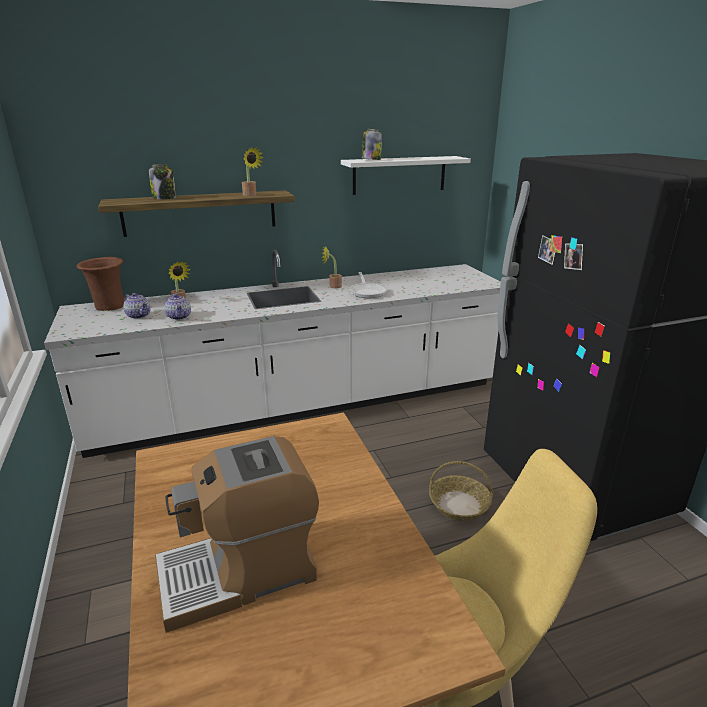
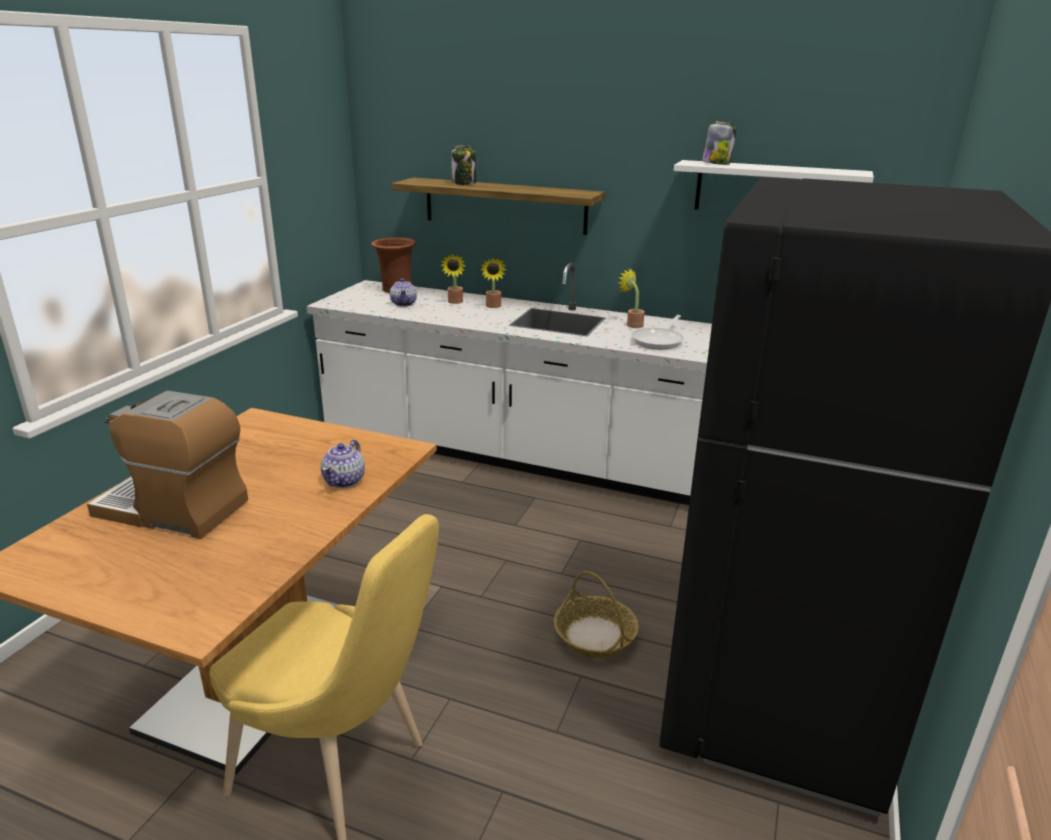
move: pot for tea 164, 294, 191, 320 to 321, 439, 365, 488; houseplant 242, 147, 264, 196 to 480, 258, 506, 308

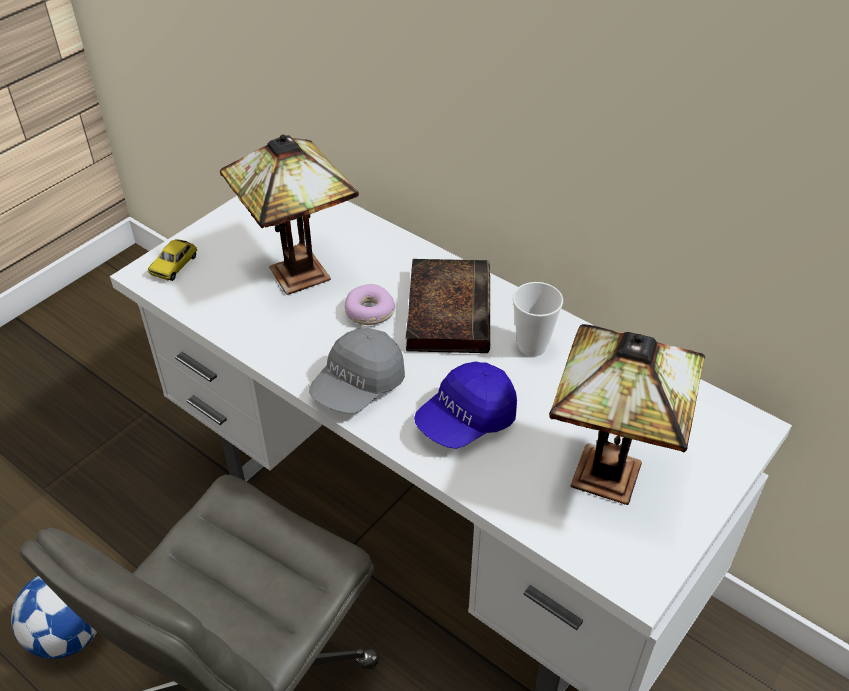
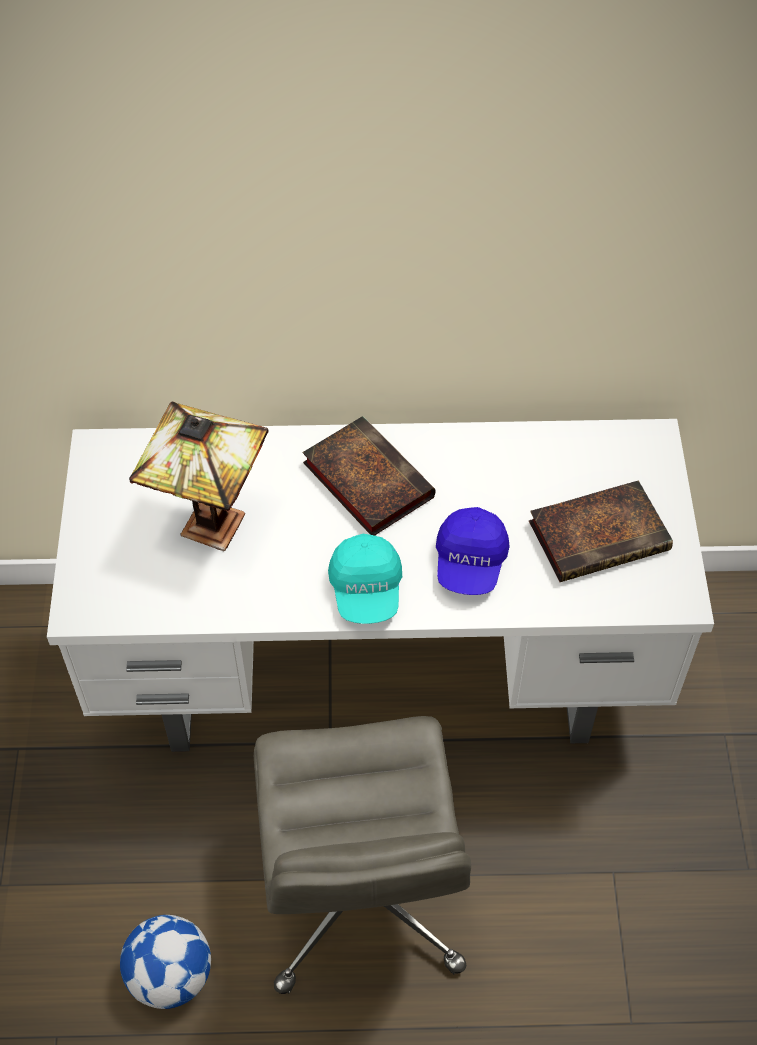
delete: toy car 148, 239, 197, 281; donut 345, 284, 395, 325; small cup 513, 282, 563, 356
replace: tabletop lamp 549, 324, 705, 505 to bound book 529, 480, 673, 582
recolor: grey baseball cap 309, 328, 405, 413 to blue-green baseball cap 328, 533, 402, 624

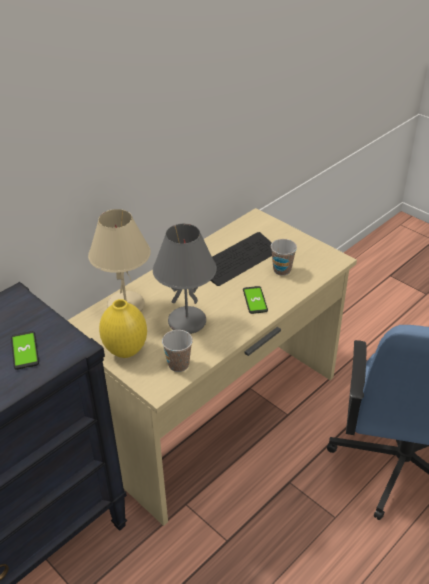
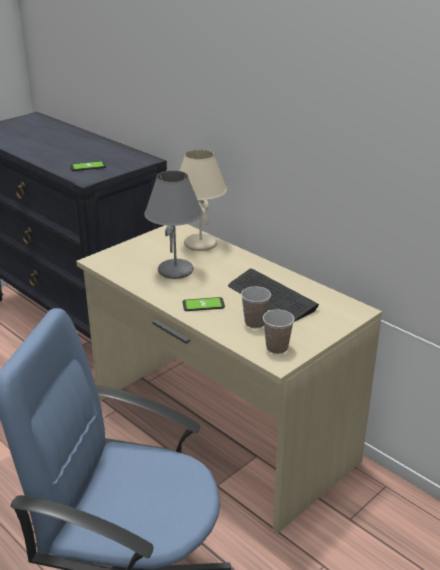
delete: yellow-coloured flower vase 99, 299, 147, 358
move: small cup 162, 330, 193, 372 to 263, 310, 294, 354

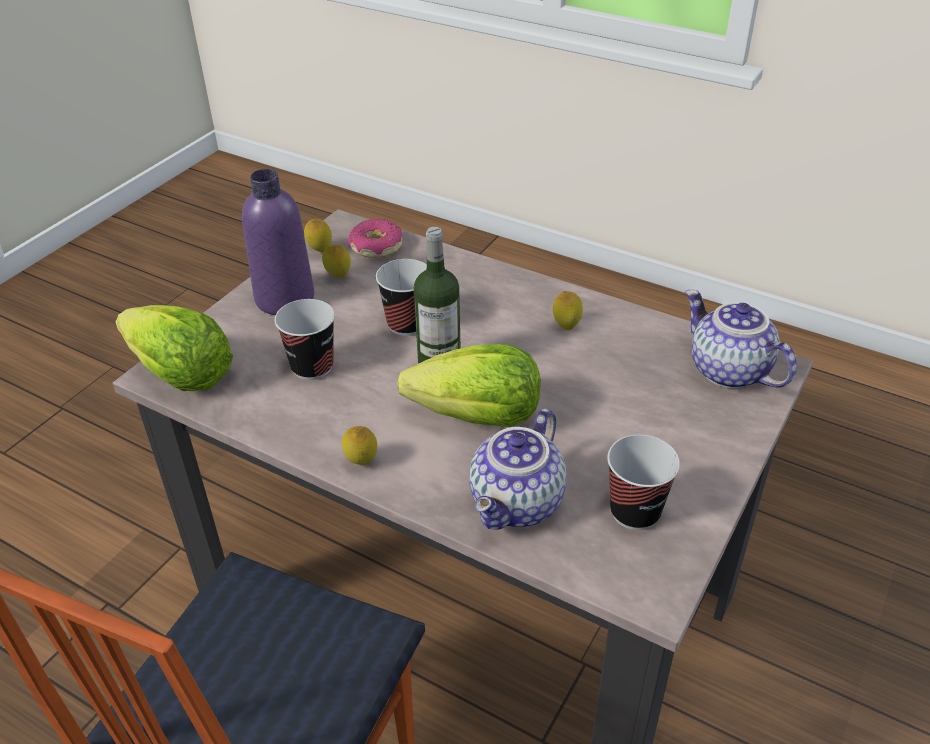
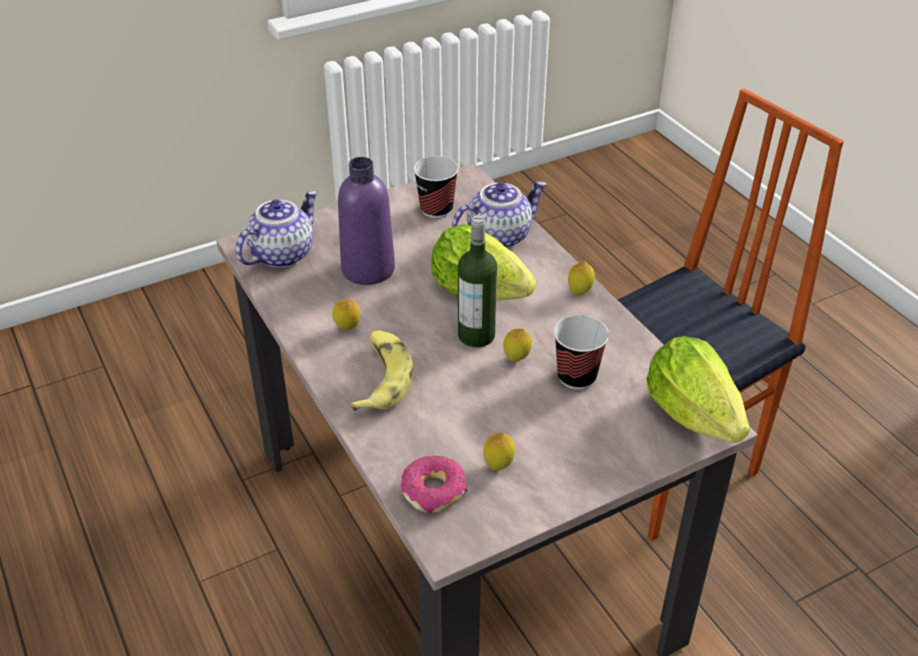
delete: small cup 376, 259, 427, 336
insert: whole banana 349, 330, 413, 411
move: purple beverage bottle 242, 169, 314, 315 to 338, 157, 395, 285; citrus fruit 304, 219, 332, 252 to 503, 328, 532, 362
rotate: pot for tea 685, 290, 797, 389 = 235, 191, 318, 268 135 degrees counterclockwise

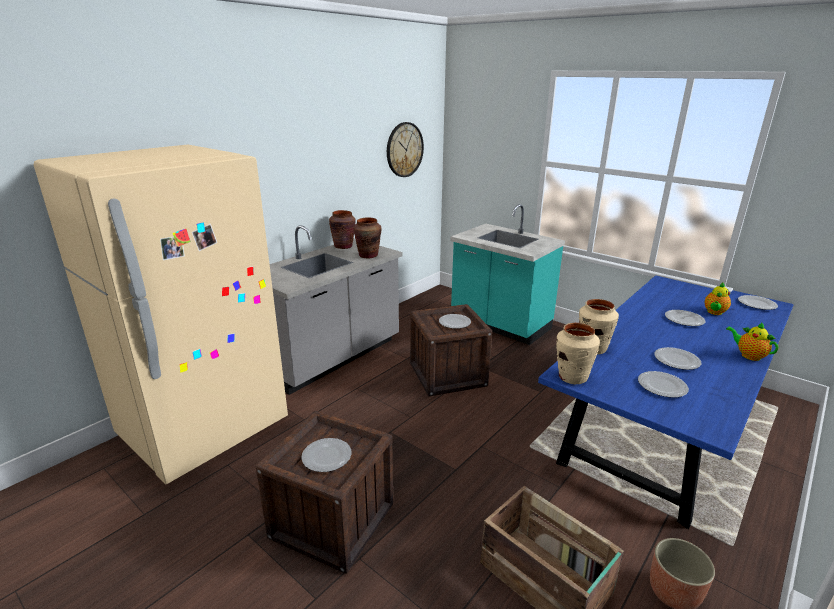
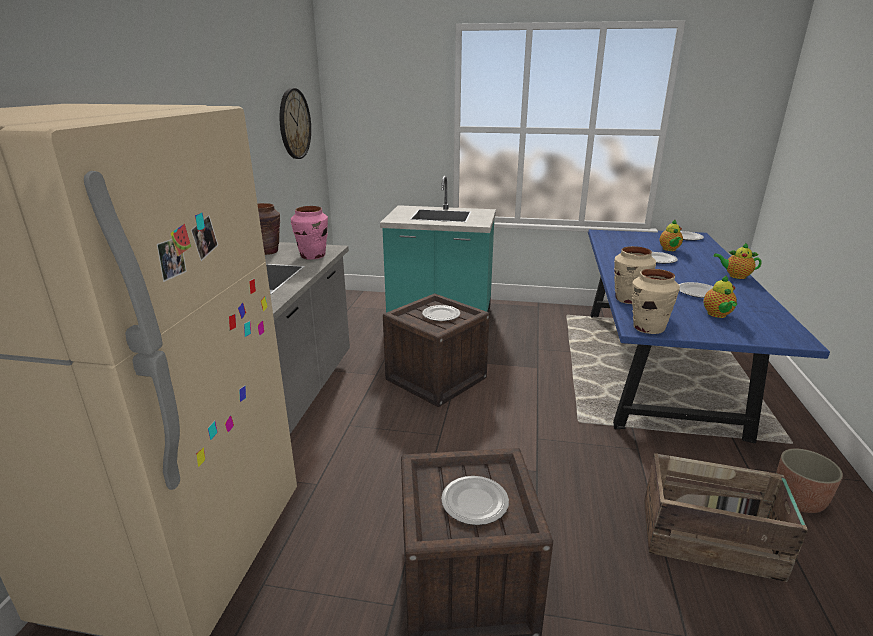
replace: plate 638, 371, 689, 398 to pot for tea 703, 275, 737, 318
recolor: brown-coloured flower vase 354, 217, 382, 258 to pink flower vase 291, 206, 328, 259

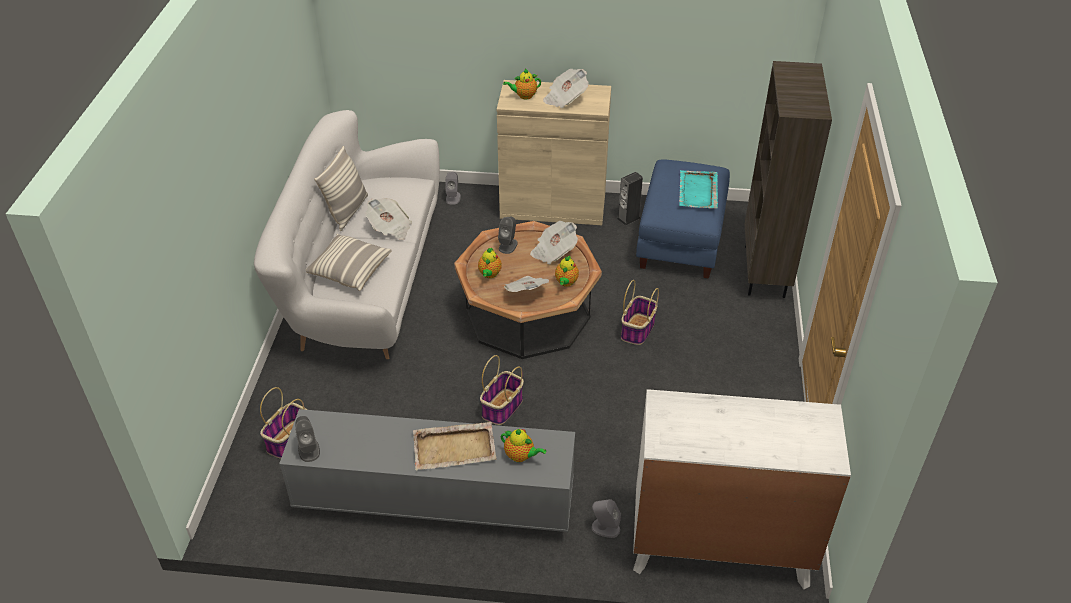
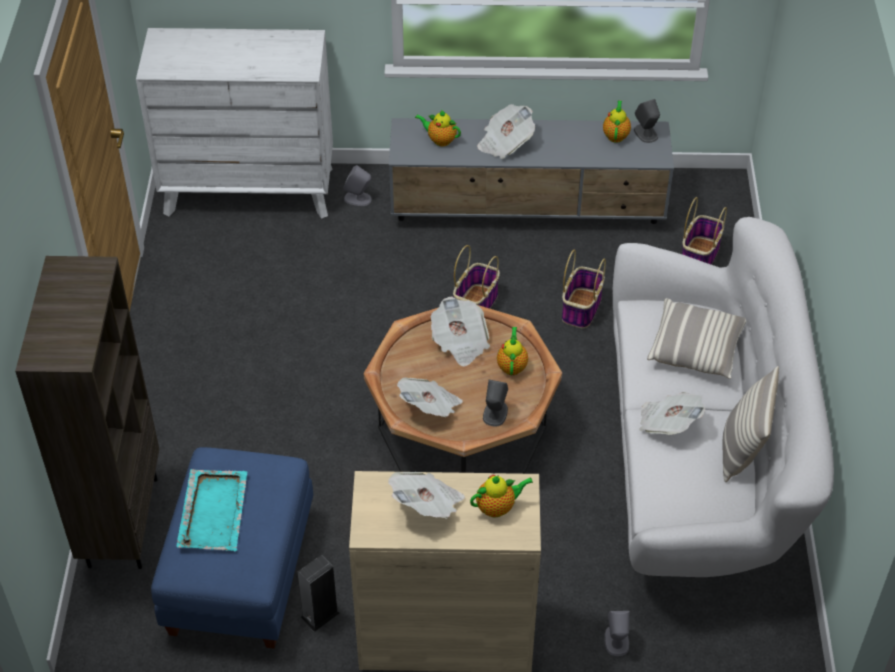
move: pot for tea 555, 255, 579, 287 to 603, 100, 631, 143; basket 621, 280, 659, 345 to 562, 250, 606, 329
replace: beige-coloured serving tray 413, 422, 497, 471 to daily paper 477, 104, 535, 159

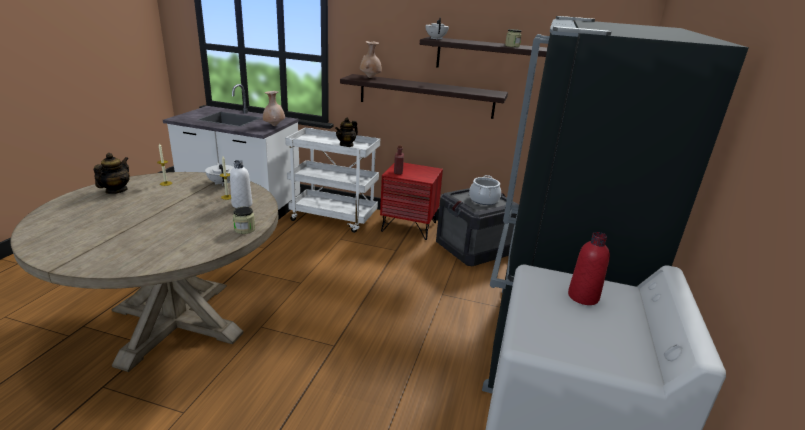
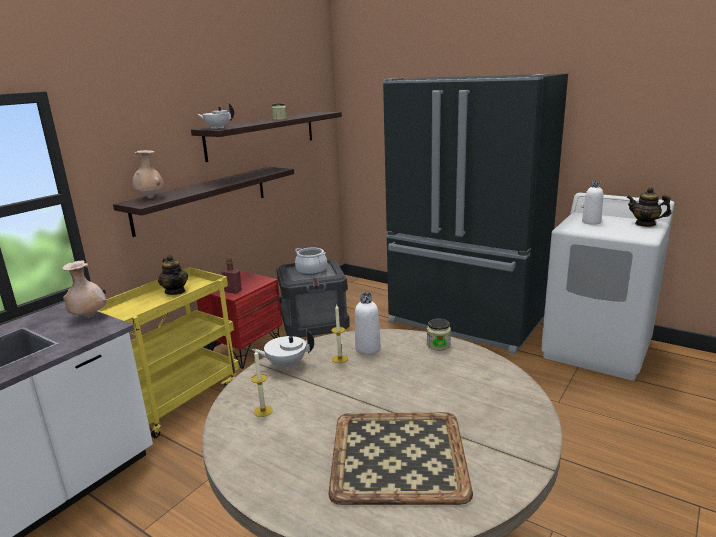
insert: serving tray 328, 412, 473, 505
move: pot for tea 94, 153, 130, 194 to 627, 187, 671, 227
recolor: white-coloured wheeled cart 285, 128, 380, 233 to yellow-coloured wheeled cart 97, 267, 239, 438; red-coloured beverage bottle 568, 232, 610, 305 to white-coloured beverage bottle 582, 181, 603, 225

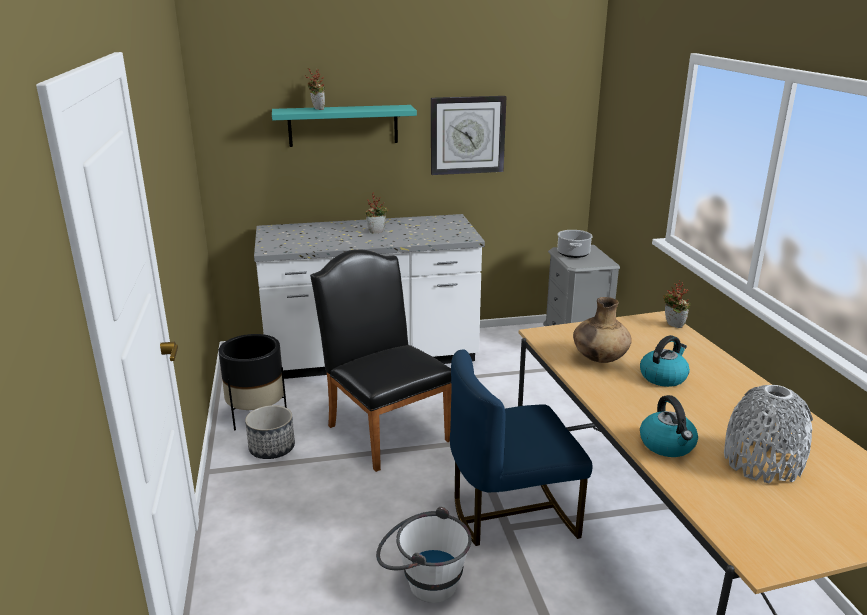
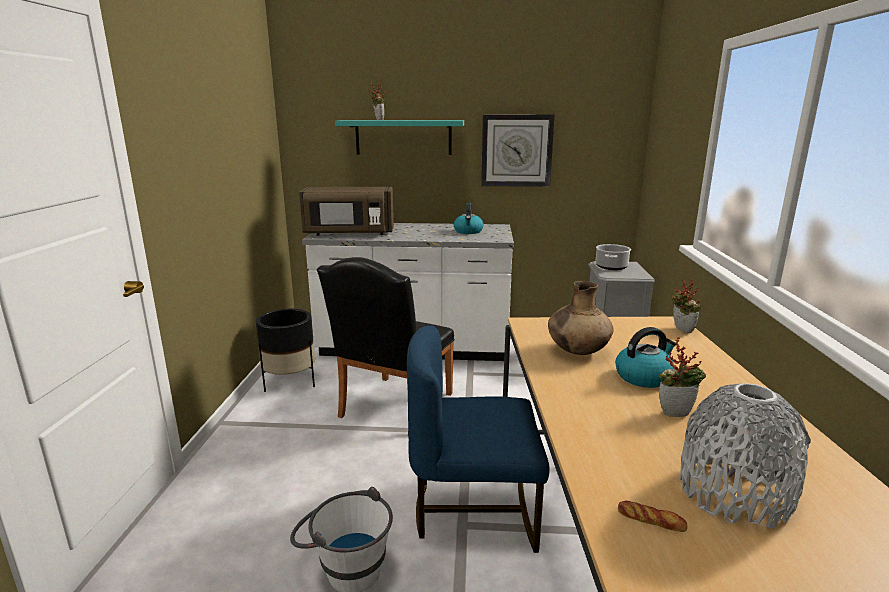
delete: planter 245, 405, 295, 459
insert: brown-coloured microwave oven 299, 187, 394, 236; bakery bread 618, 501, 688, 532
move: houseplant 365, 192, 388, 234 to 659, 337, 706, 417; water kettle 640, 395, 698, 457 to 454, 203, 484, 234
rotate: blackish plain chair 310, 249, 451, 472 = 317, 257, 455, 418 135 degrees counterclockwise

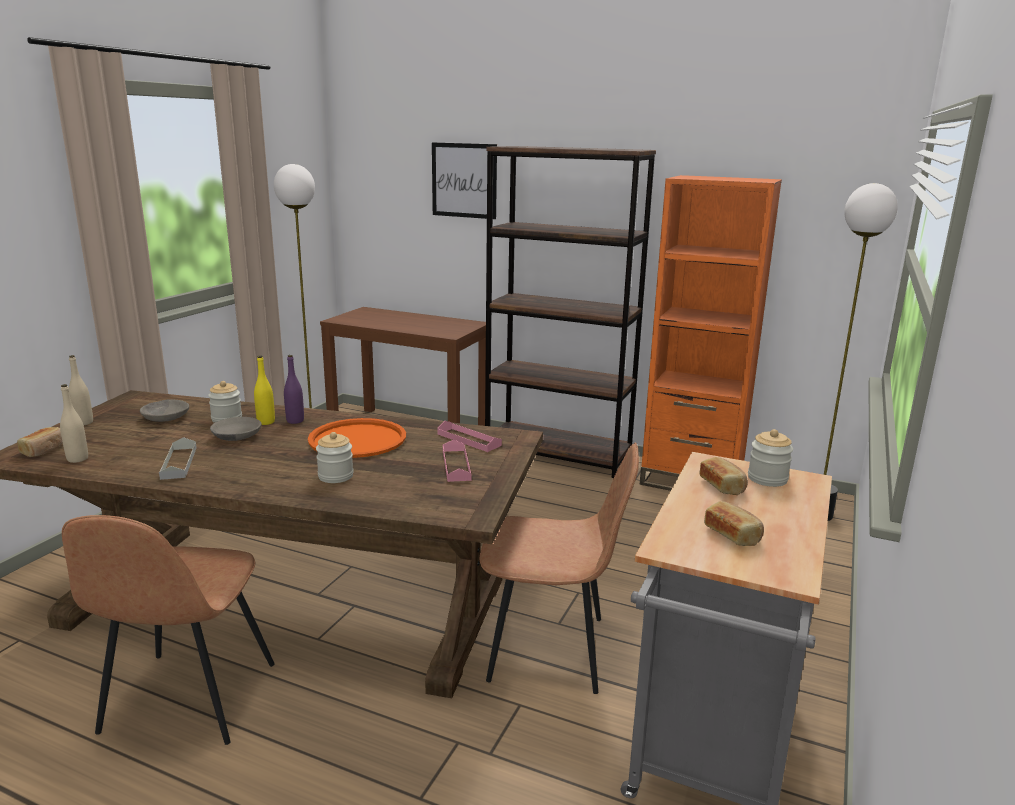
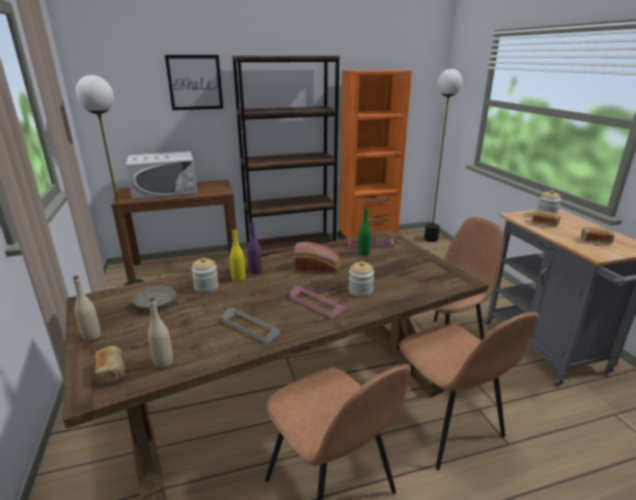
delete: grey serving bowl 210, 417, 262, 441
insert: white-coloured microwave oven 126, 151, 197, 199; greenish beverage bottle 358, 208, 371, 256; brown-coloured plain chair 399, 312, 540, 470
move: pink serving tray 443, 440, 471, 482 to 290, 286, 344, 318
replace: orange serving tray 308, 418, 406, 458 to bakery bread 294, 242, 341, 272

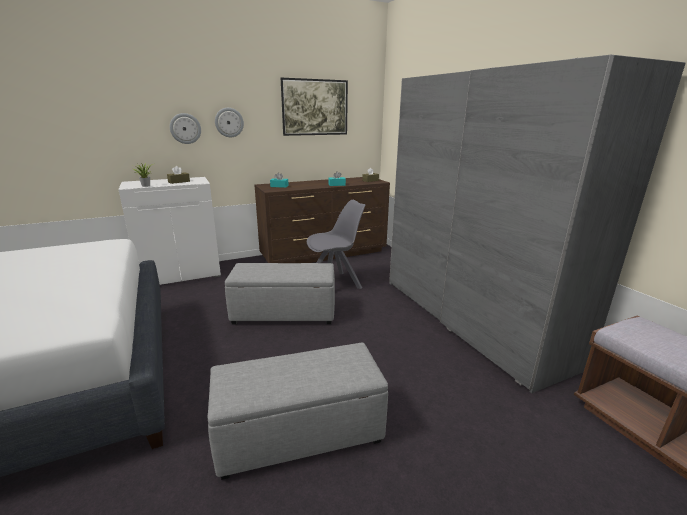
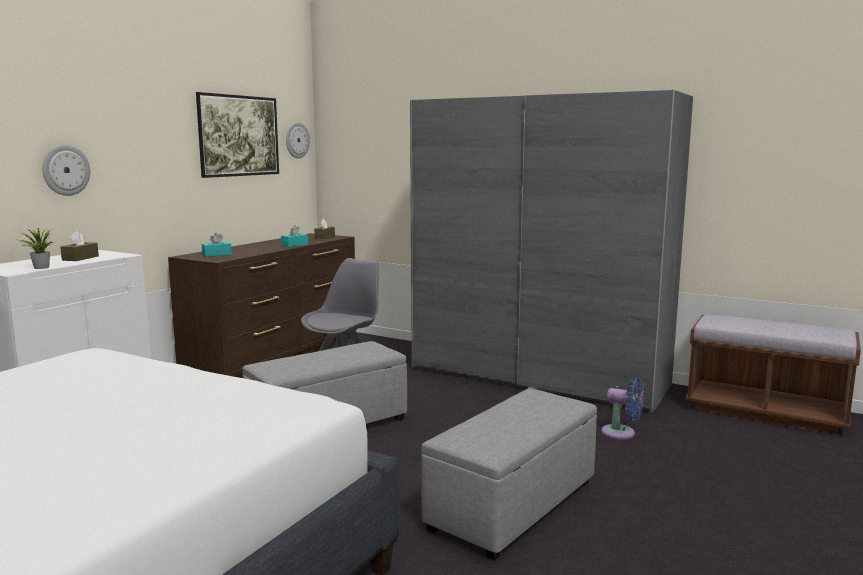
insert: blue-coloured fan 602, 377, 644, 440
move: wall clock 215, 108, 244, 137 to 286, 122, 310, 159

